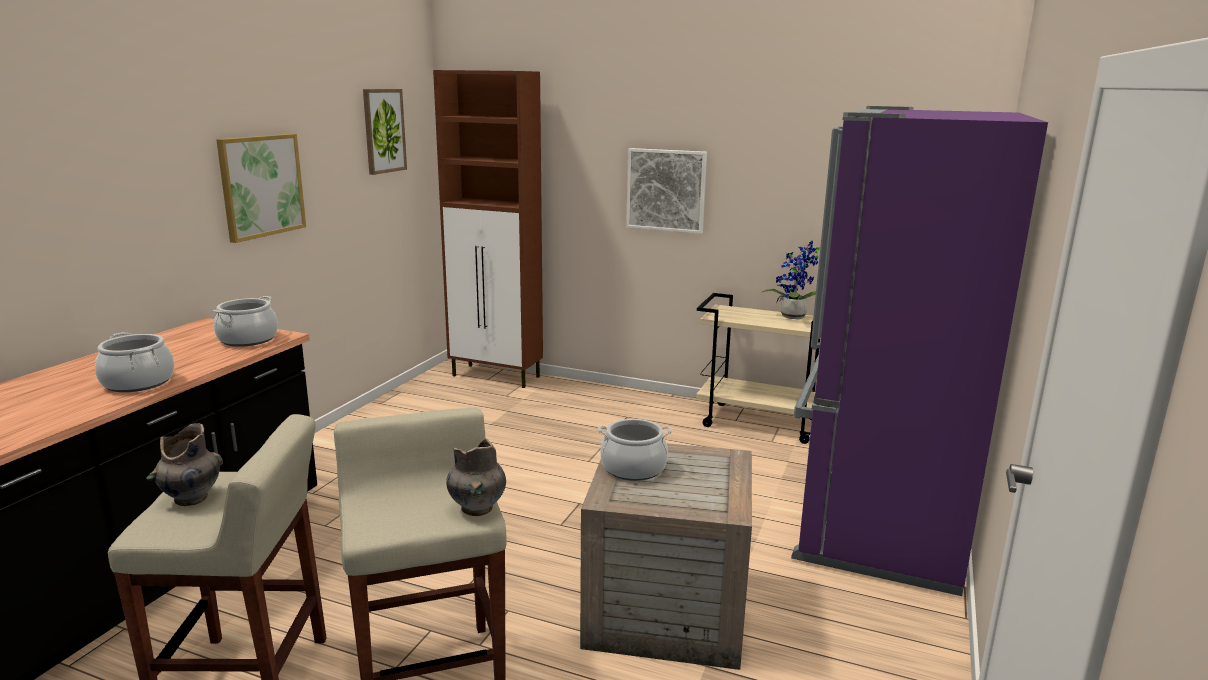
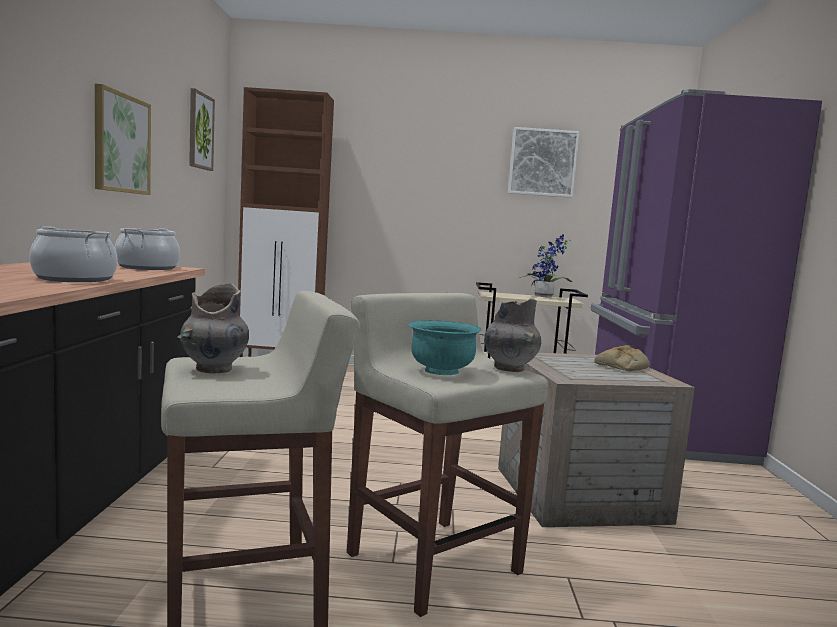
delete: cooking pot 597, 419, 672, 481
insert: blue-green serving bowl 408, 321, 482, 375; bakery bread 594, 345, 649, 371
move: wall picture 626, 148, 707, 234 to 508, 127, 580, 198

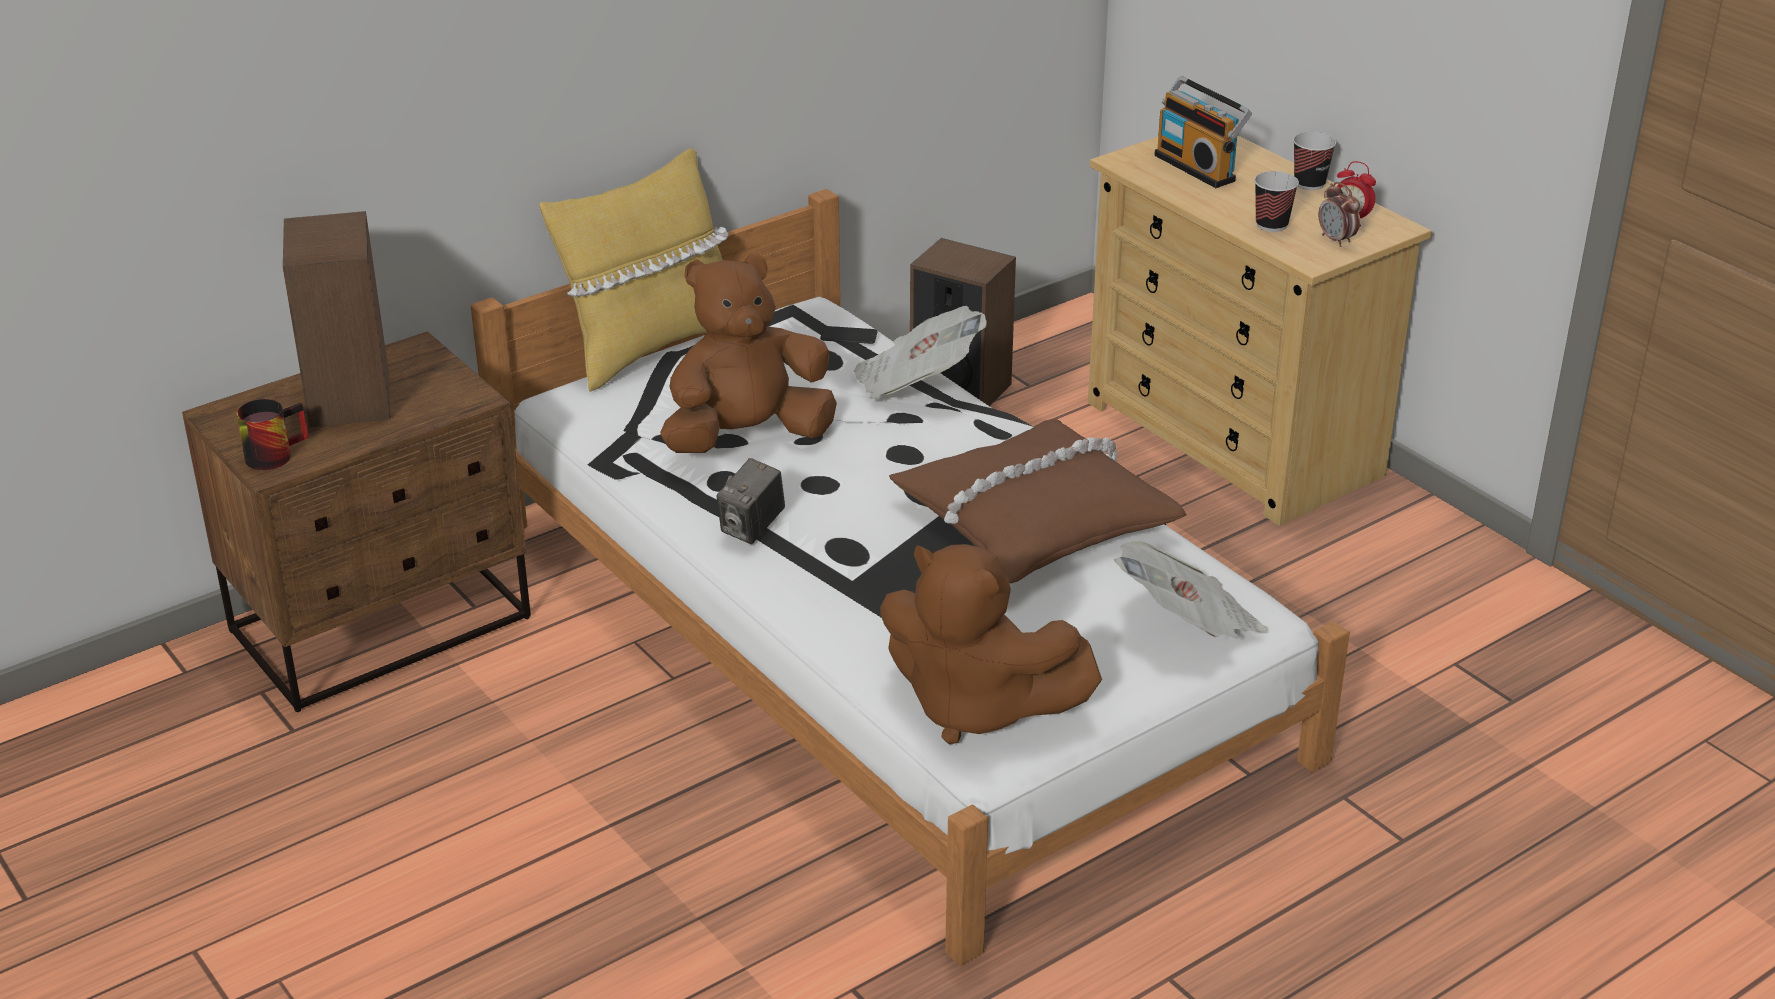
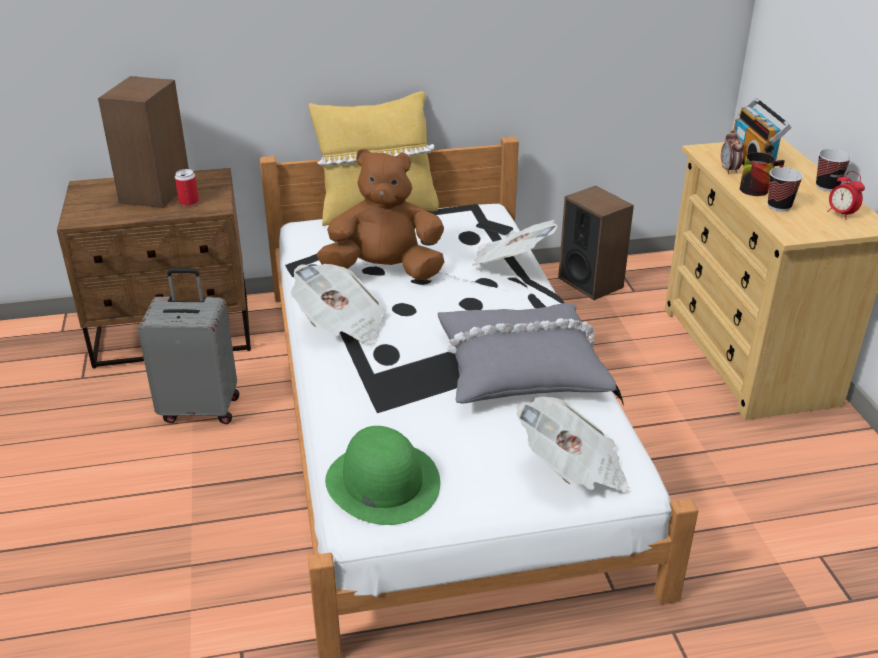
insert: grey travel case 138, 268, 239, 424; sealed can 175, 169, 199, 206
move: coffee mug 236, 399, 309, 470 to 740, 152, 785, 196; table clock 1319, 182, 1360, 247 to 721, 130, 744, 174
replace: photo camera 717, 458, 785, 544 to daily paper 291, 264, 386, 345; brown-coloured cuddly toy 880, 544, 1102, 744 to greenish hat 325, 426, 440, 525
recolor: brown-coloured cushion 889, 419, 1186, 583 to grey cushion 438, 303, 617, 403

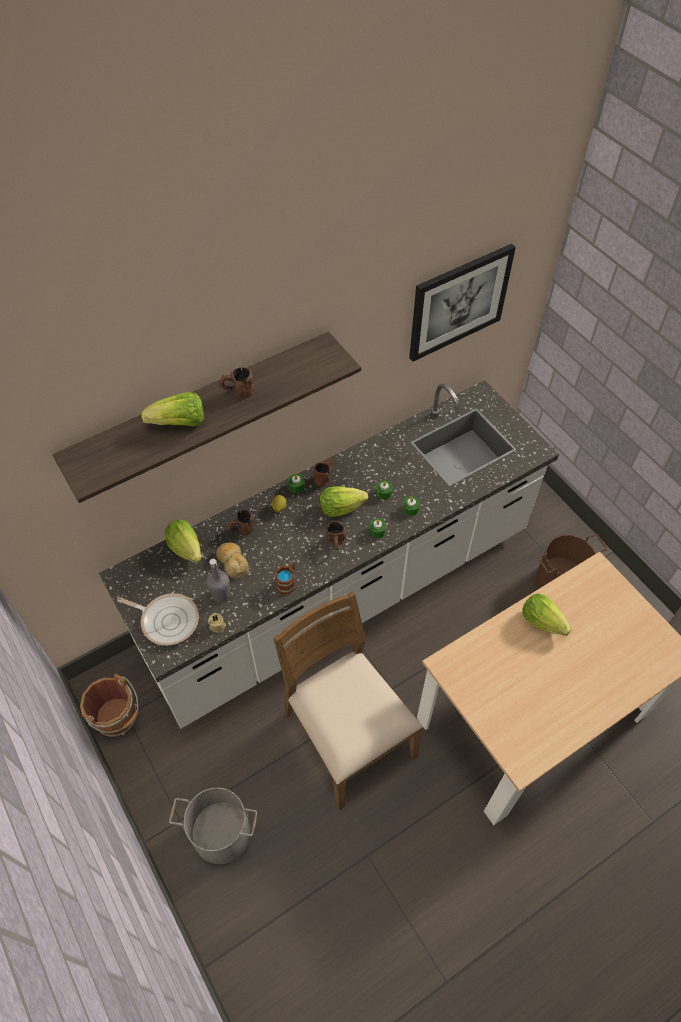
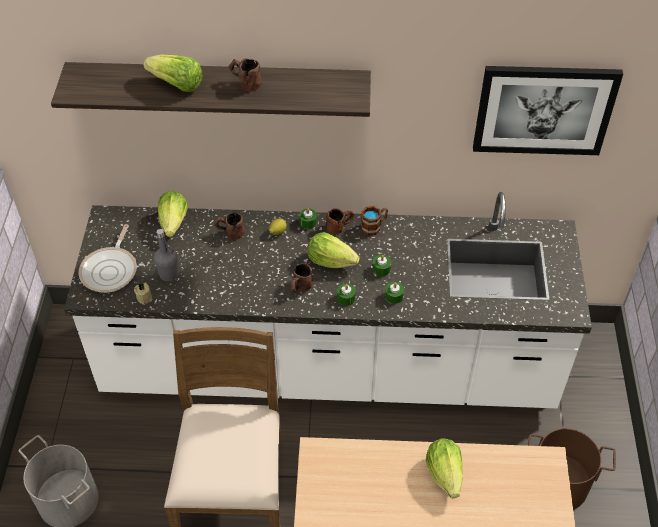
delete: brown-coloured bucket 80, 674, 139, 737; bakery bread 216, 542, 249, 579
move: coffee mug 275, 561, 296, 594 to 361, 206, 388, 236
rotate: skillet 117, 593, 199, 645 = 78, 224, 137, 293 45 degrees clockwise

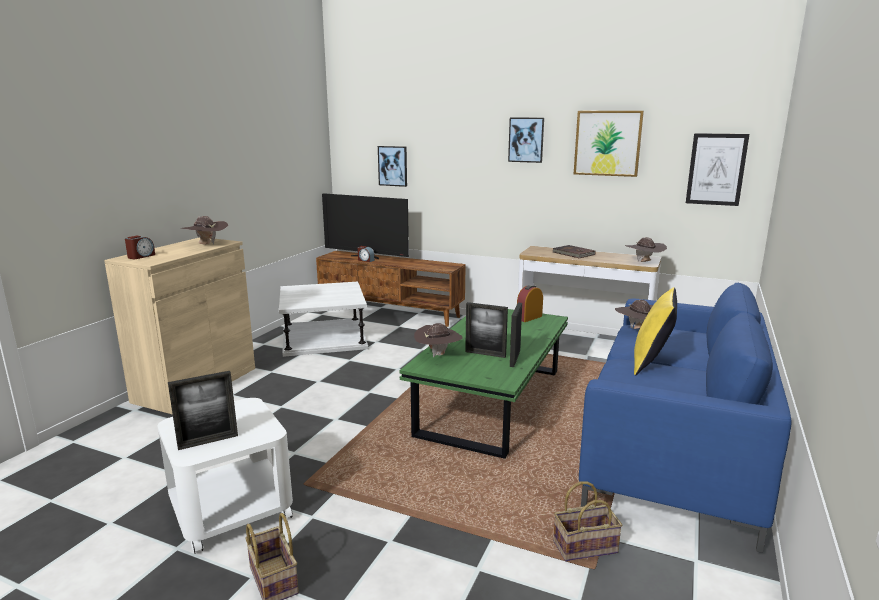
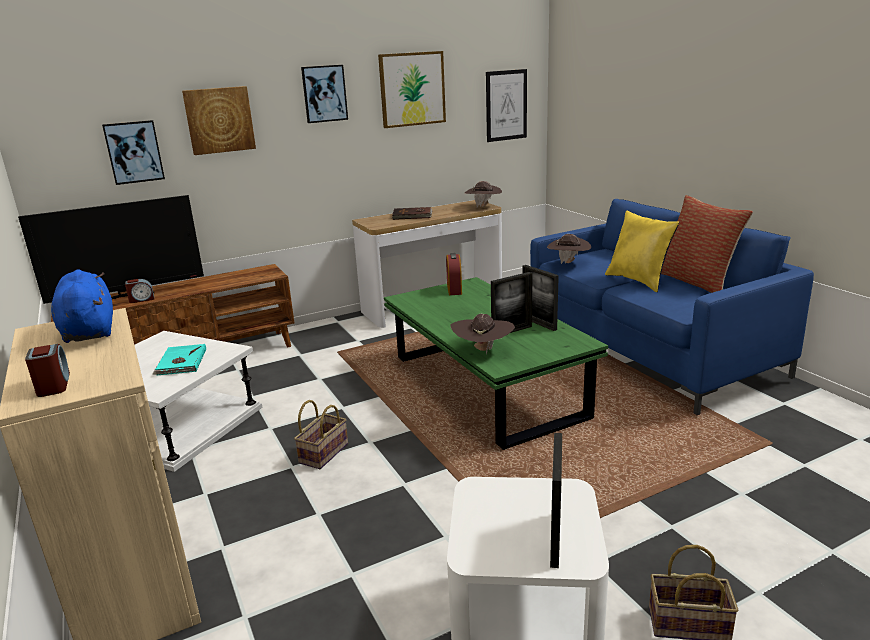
insert: blue-green bound book 153, 344, 206, 375; wall picture 182, 86, 256, 155; cushion 661, 195, 753, 293
move: basket 553, 481, 622, 562 to 294, 400, 348, 469
replace: brown-coloured hat 181, 216, 228, 245 to blue-coloured cuddly toy 51, 269, 113, 343

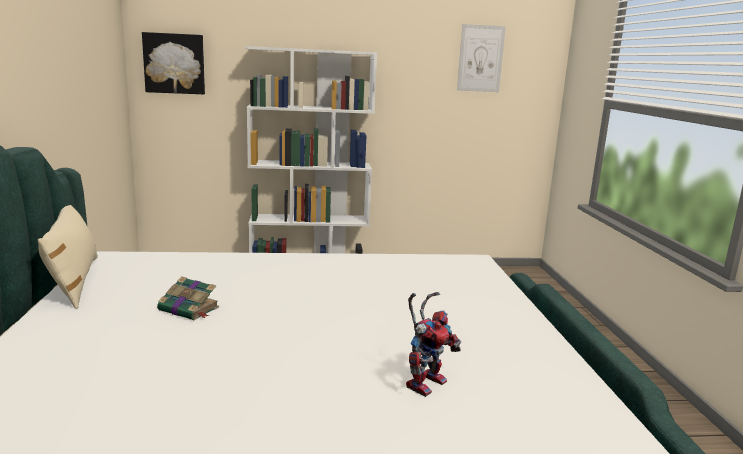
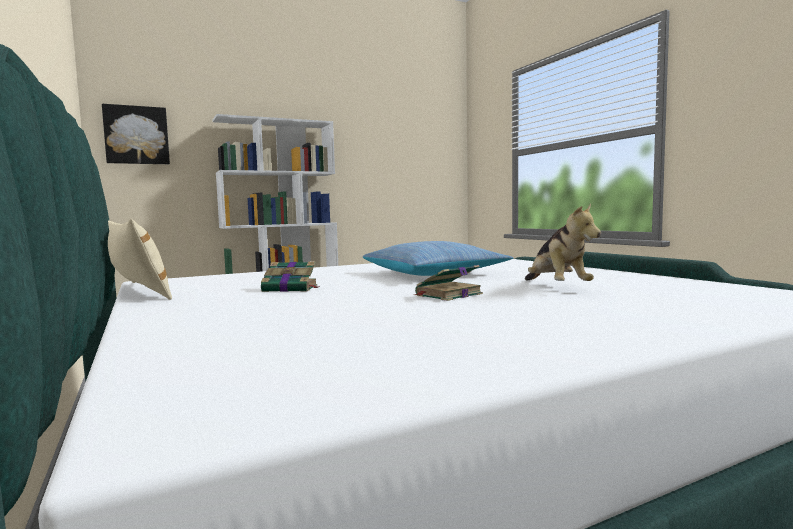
delete: wall picture 457, 24, 506, 92
insert: cushion 363, 241, 513, 276; bound book 414, 265, 483, 301
replace: toy robot 406, 292, 461, 397 to cuddly toy 525, 203, 601, 281

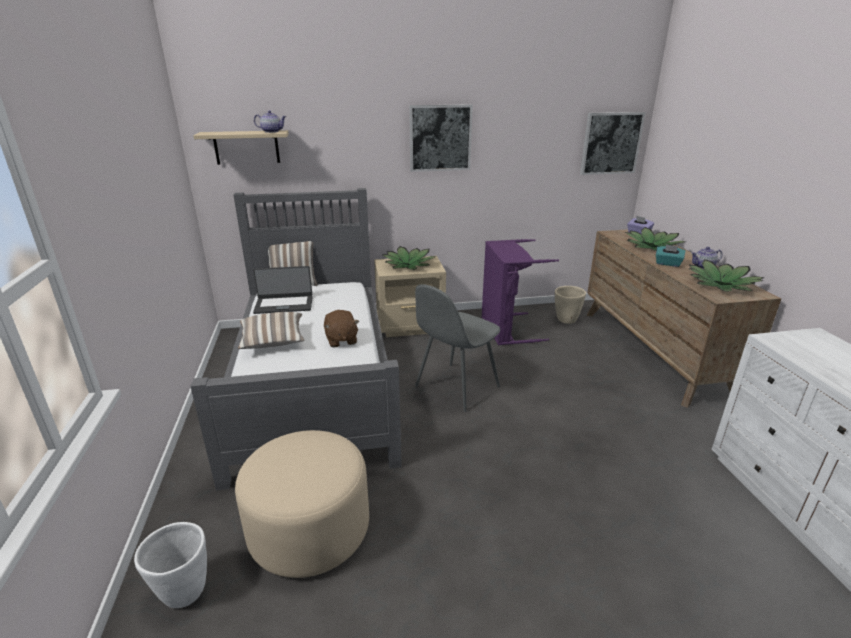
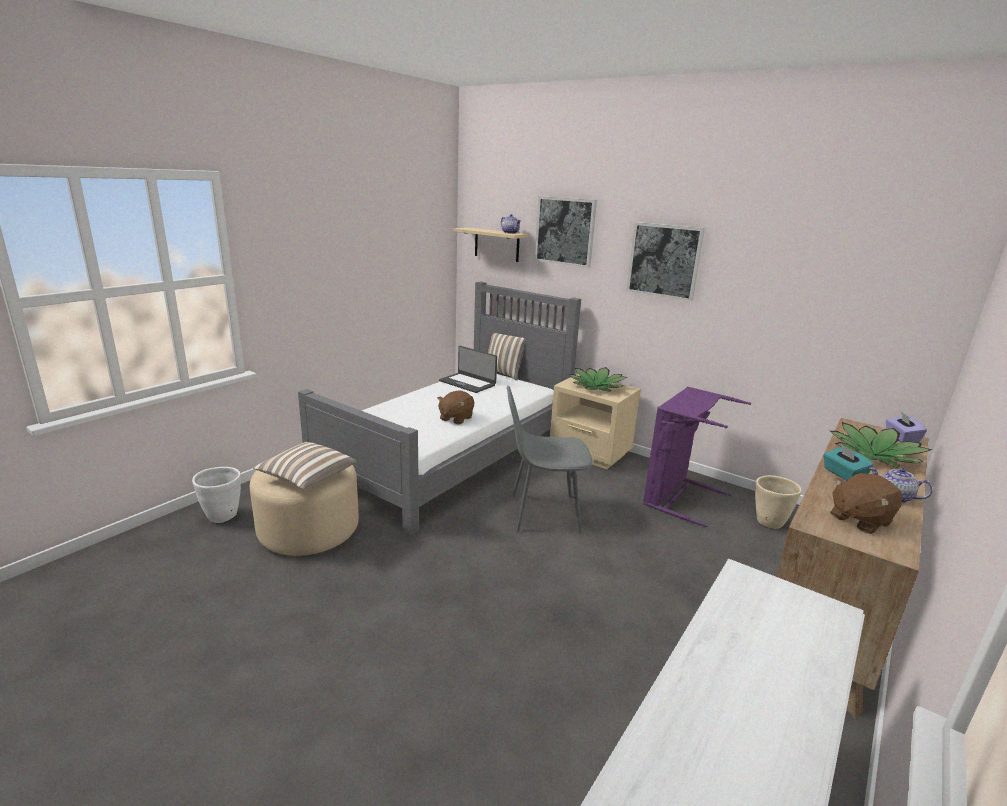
move: cushion 238, 312, 304, 349 to 253, 442, 357, 489; wall picture 580, 112, 646, 175 to 535, 196, 597, 268
replace: houseplant 688, 259, 765, 292 to brown-coloured cuddly toy 830, 473, 902, 534

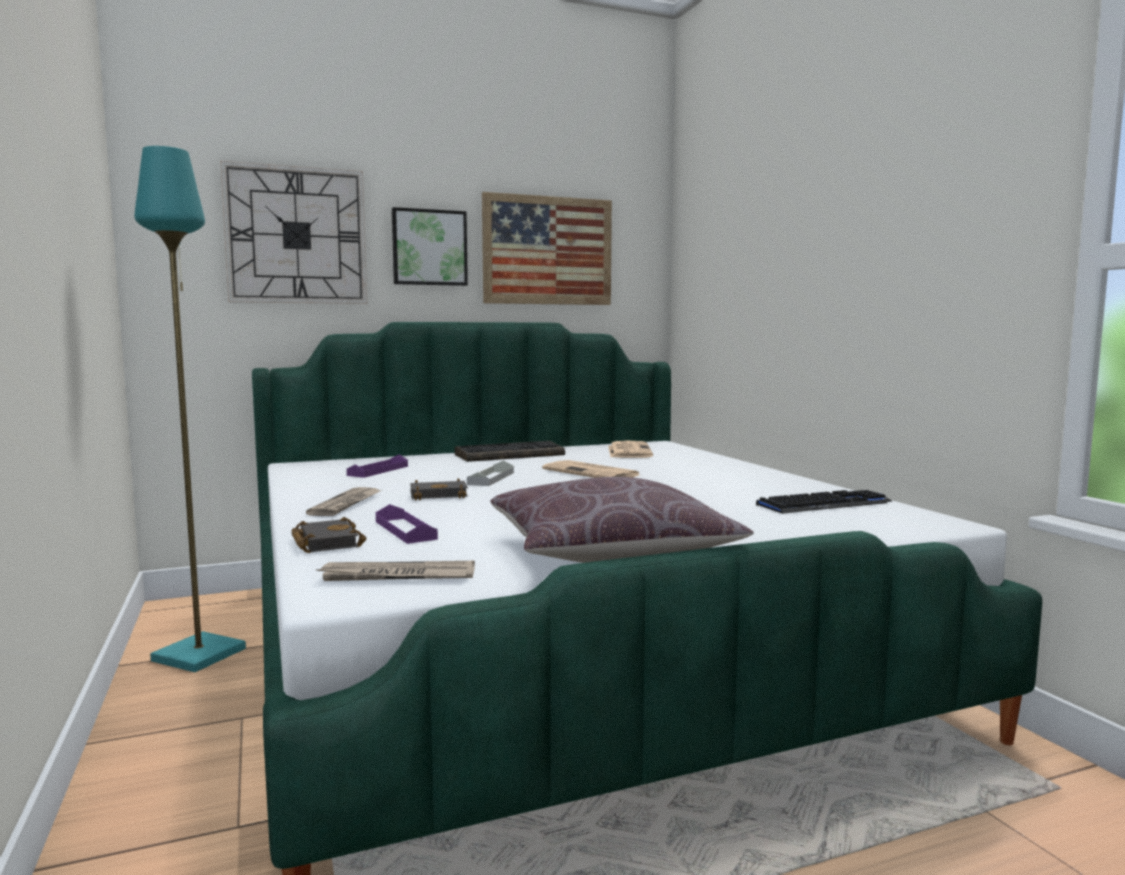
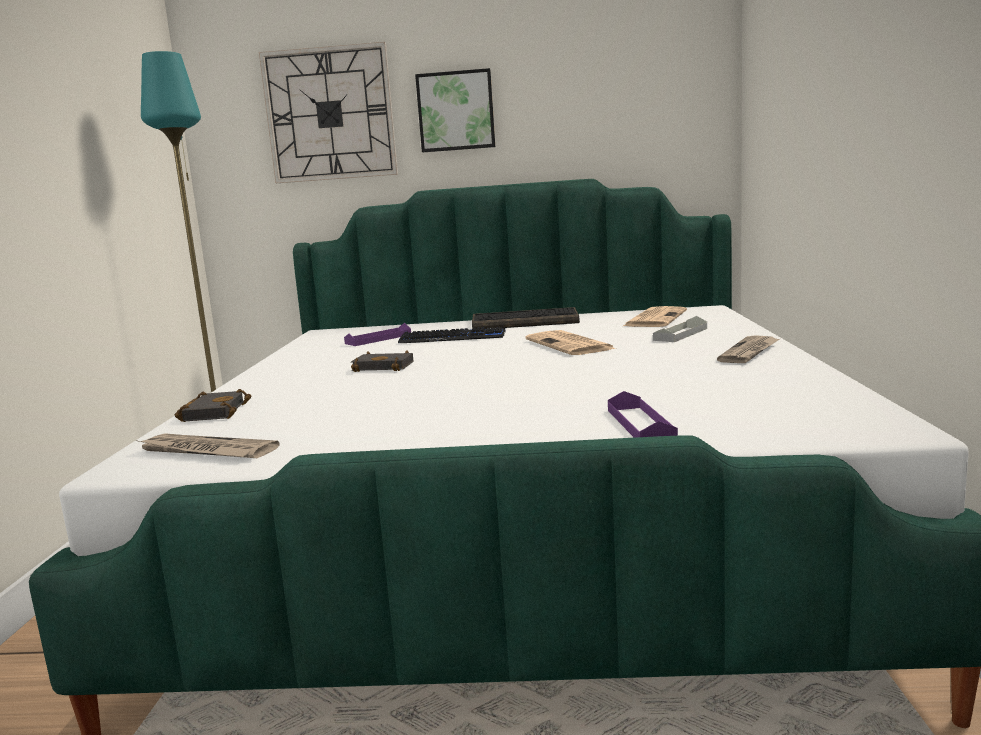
delete: wall picture 482, 192, 612, 305; brown-coloured cushion 490, 477, 754, 563
move: daily paper 306, 487, 382, 516 to 717, 335, 780, 363; purple serving tray 376, 504, 438, 544 to 608, 391, 678, 438; grey serving tray 467, 460, 514, 486 to 653, 316, 707, 342; computer keyboard 756, 490, 893, 513 to 398, 327, 506, 343

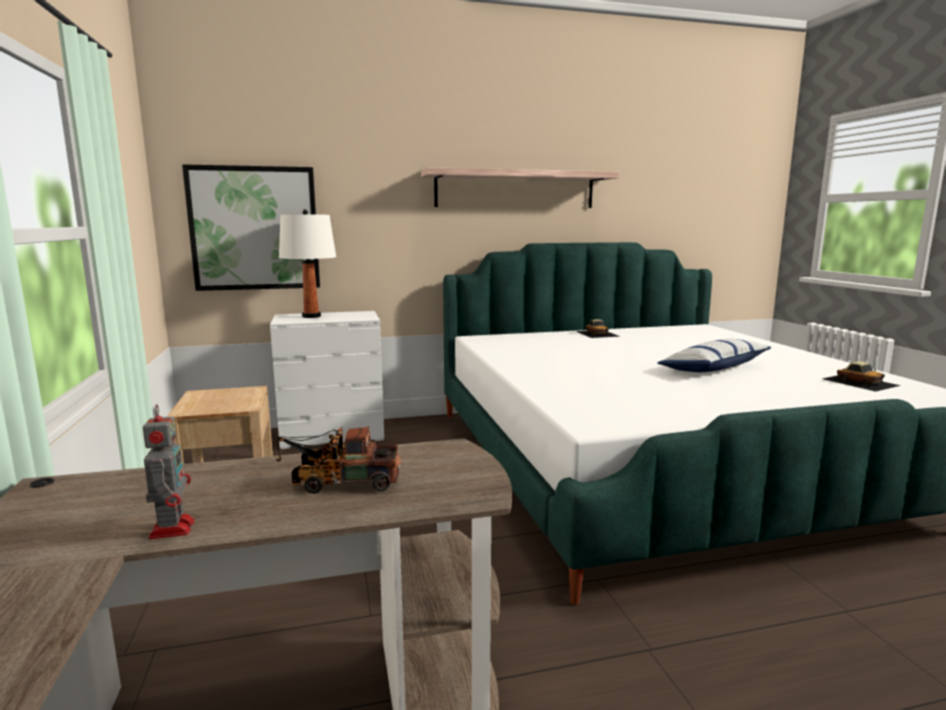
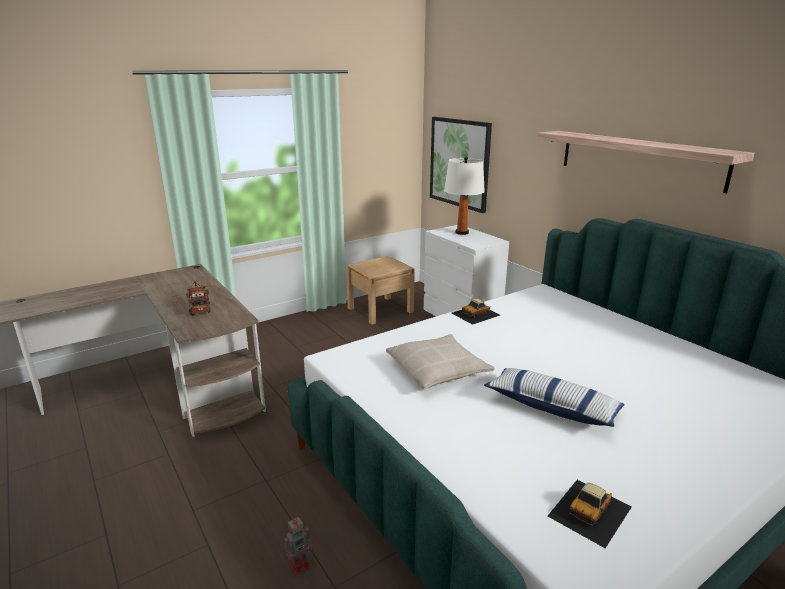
insert: beige-coloured cushion 386, 334, 495, 389
move: toy robot 143, 404, 195, 539 to 284, 516, 313, 574; toy car 576, 319, 620, 338 to 452, 299, 500, 325

